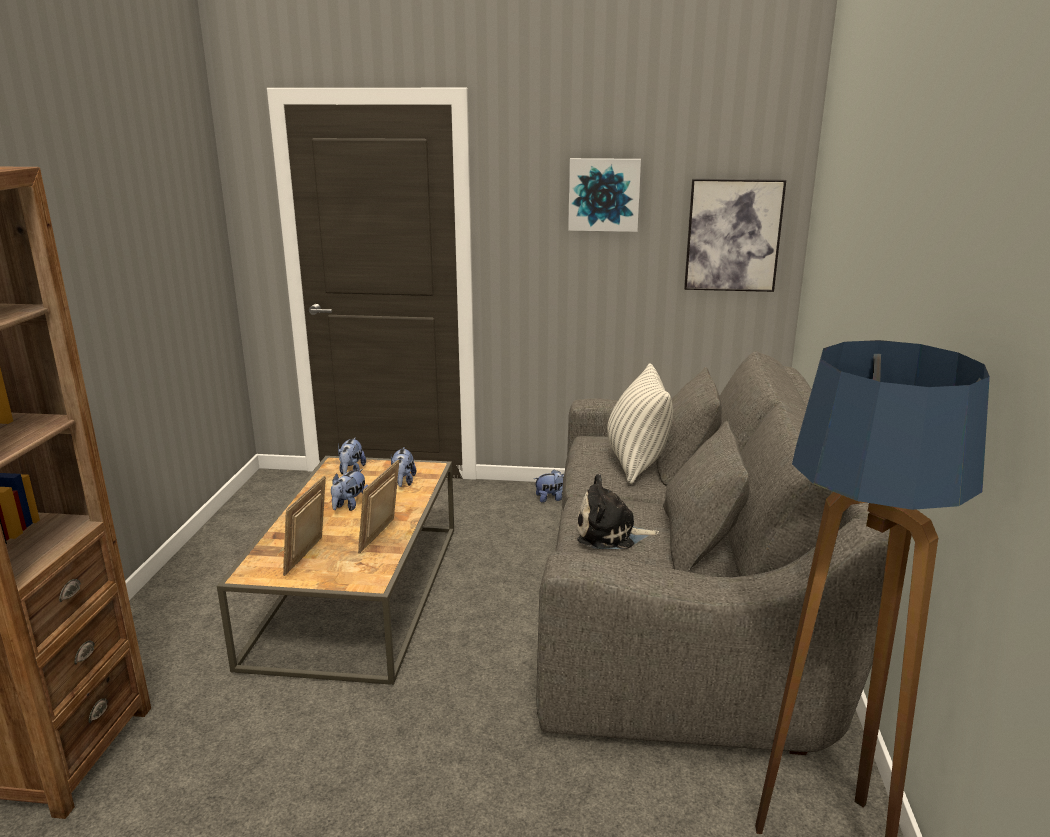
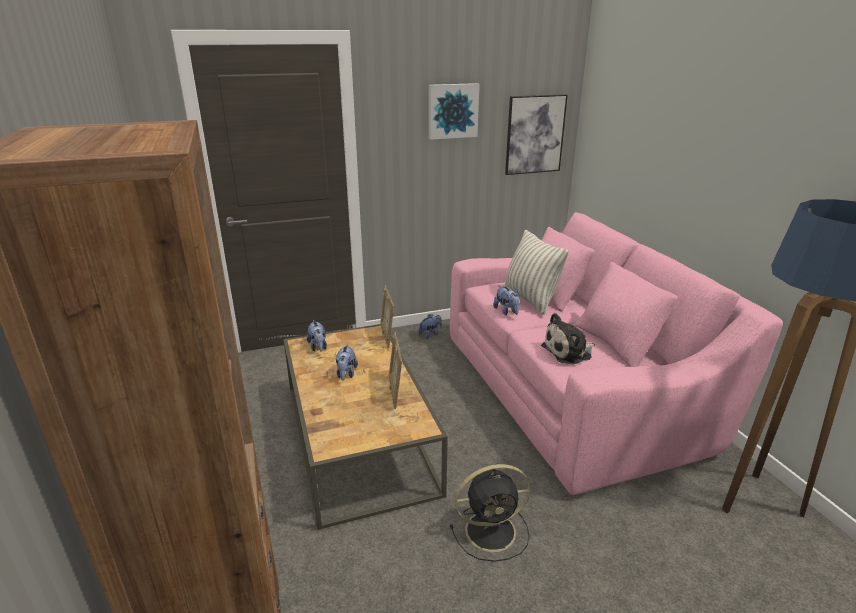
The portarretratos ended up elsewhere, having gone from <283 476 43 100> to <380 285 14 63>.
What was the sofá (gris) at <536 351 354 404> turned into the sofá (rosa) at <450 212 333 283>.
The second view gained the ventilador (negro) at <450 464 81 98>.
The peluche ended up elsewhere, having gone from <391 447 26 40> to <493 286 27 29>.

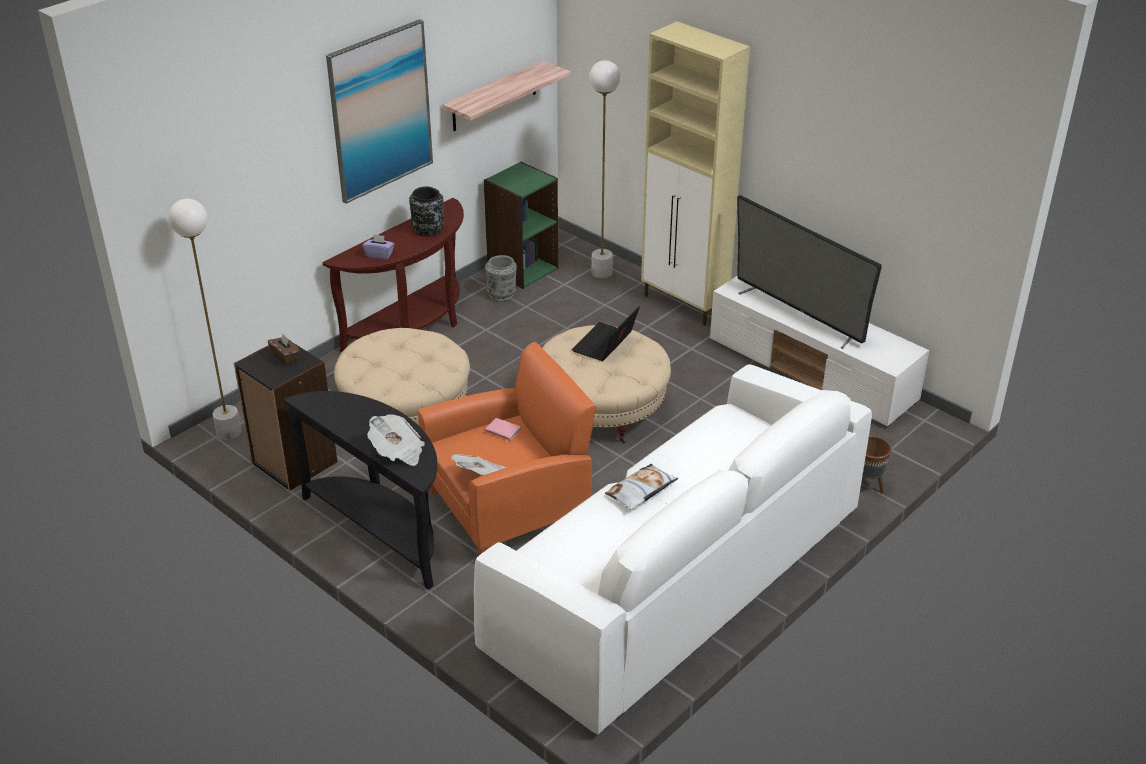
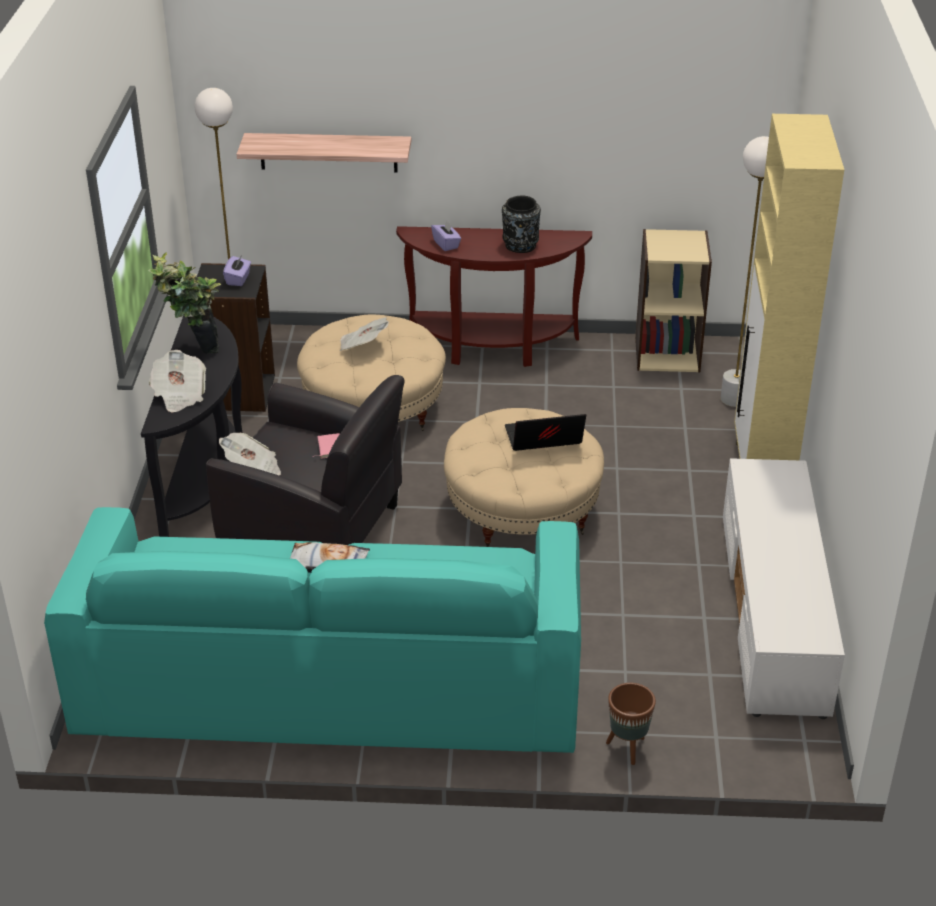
What was the sofá (blanco) at <474 364 398 370> turned into the sofá (turquesa) at <44 507 537 246>.
The second view gained the planta en maceta at <148 252 73 102>.
What was the sillón (naranja) at <418 342 178 214> turned into the sillón (negro) at <206 375 199 170>.
What was the caja de pañuelos (marrón) at <268 334 32 31> turned into the caja de pañuelos (morado) at <223 255 28 31>.
The estante ended up elsewhere, having gone from <443 61 128 70> to <237 133 174 40>.
The second view gained the periódico at <340 317 49 34>.
What was the estantería (verde) at <484 162 74 127> turned into the estantería (beis) at <635 229 77 143>.
The second view lost the cuadro at <326 19 107 185>.
The second view lost the florero (gris) at <485 255 32 46>.
The second view lost the televisor at <737 195 145 154>.

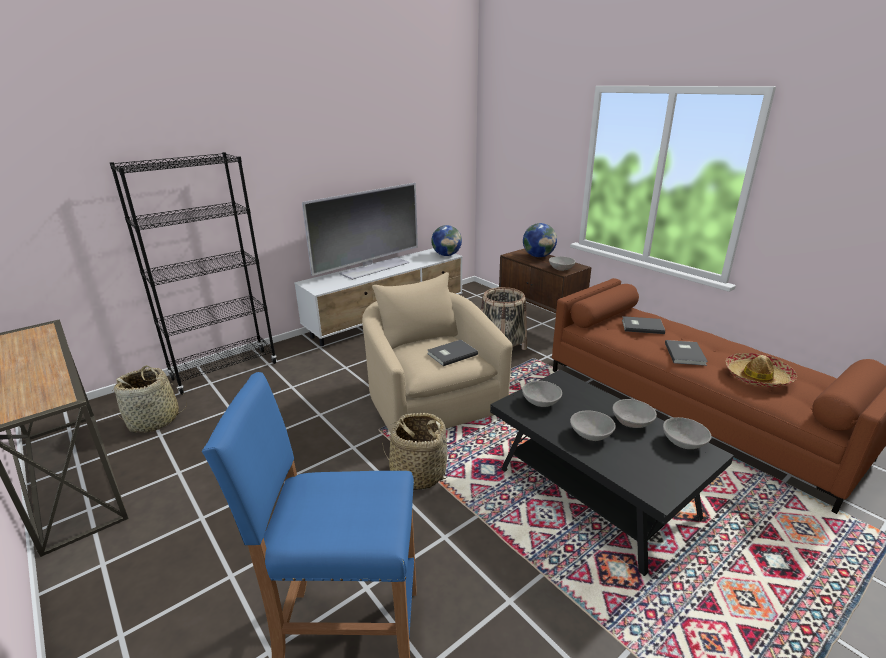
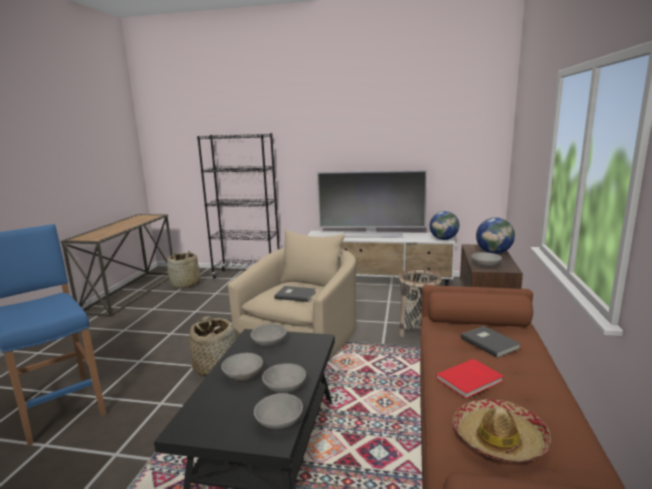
What was the libro (gris) at <665 340 43 26> turned into the libro (rojo) at <436 359 68 40>.

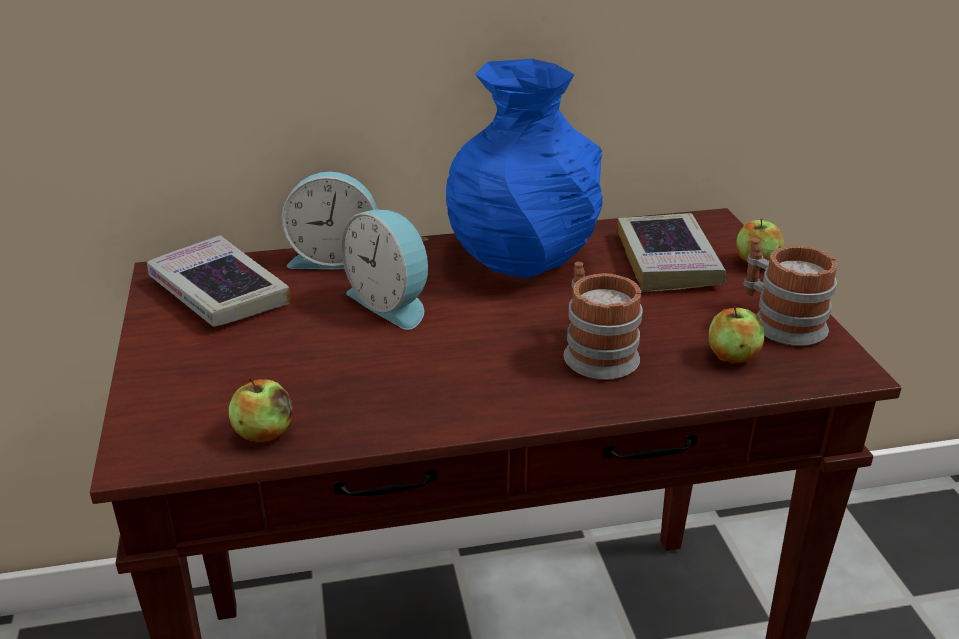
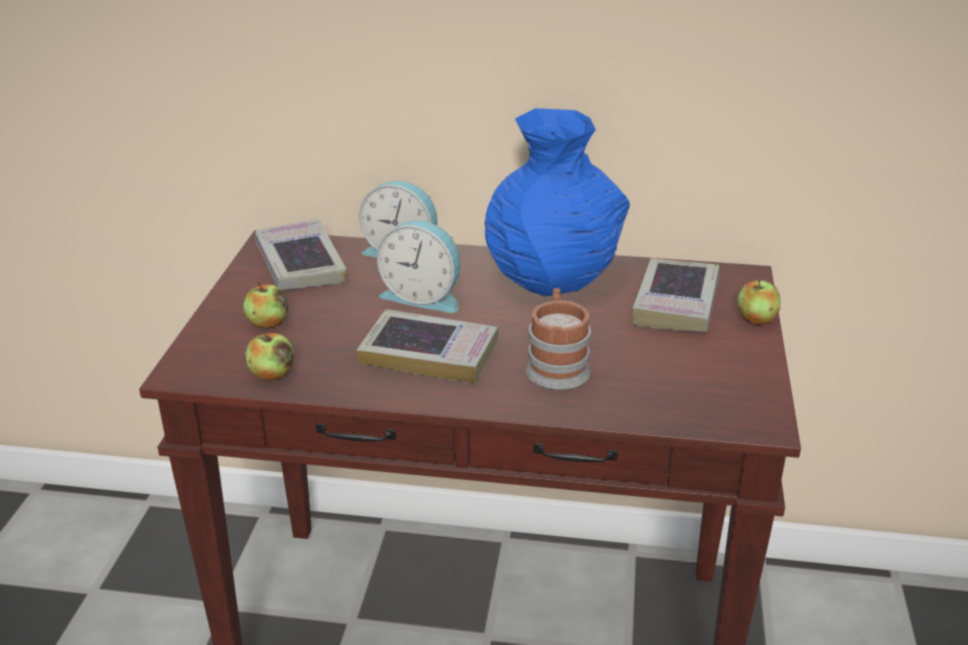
The manzana ended up elsewhere, having gone from <709 306 55 58> to <243 282 45 47>.
The second view gained the libro at <357 309 142 75>.
The despertador at <342 210 86 120> ended up facing another way, 45 degrees counterclockwise from before.
The second view lost the taza grande at <744 238 93 108>.

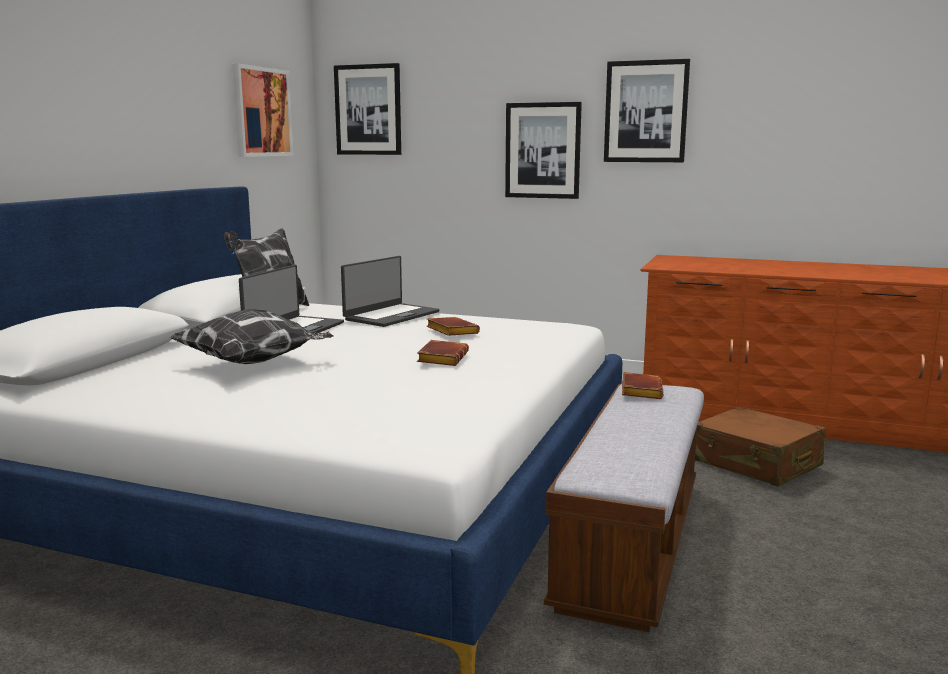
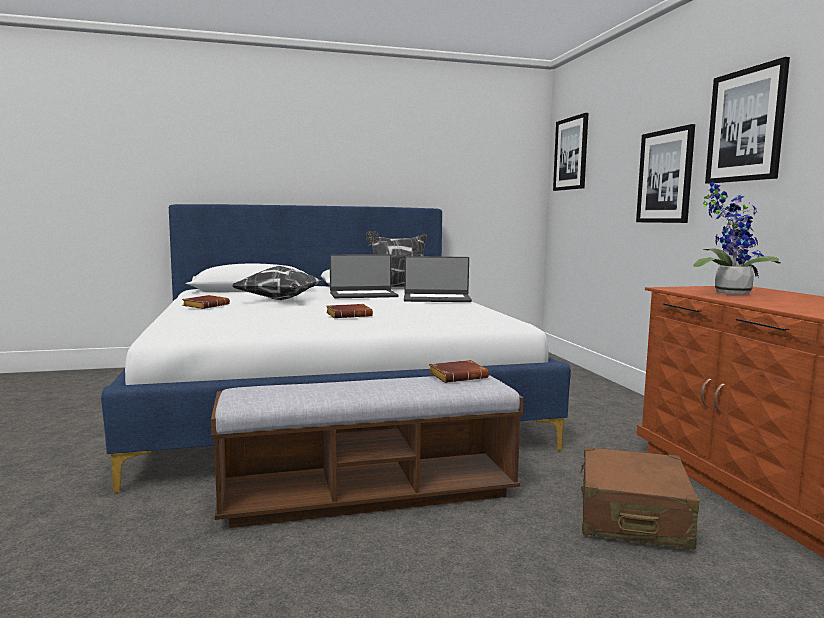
The libro (marrón) ended up elsewhere, having gone from <427 317 53 19> to <182 295 48 14>.
The second view gained the planta en maceta at <693 182 88 113>.
The second view lost the cuadro at <232 63 61 94>.

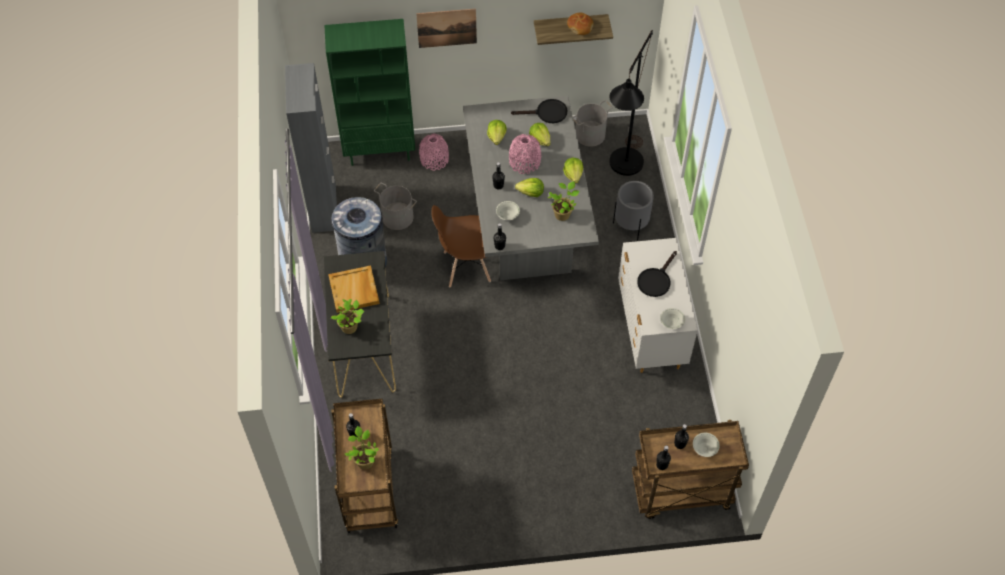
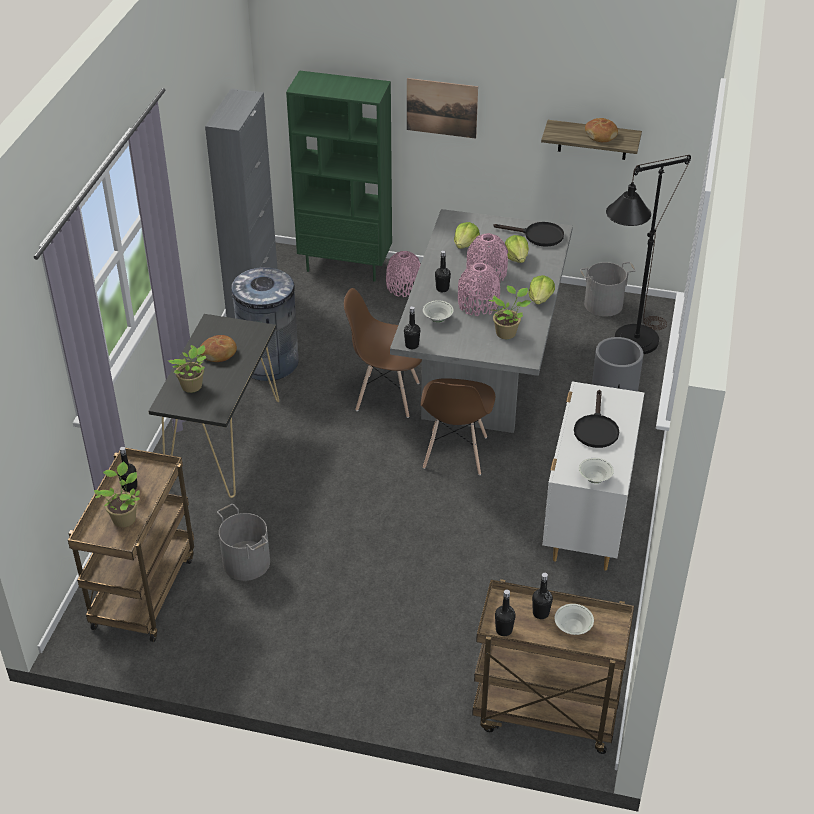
Where the bandeja (beis) stood at <328 265 52 48>, the pan came to stand at <200 335 37 27>.
The cubo (gris) ended up elsewhere, having gone from <374 183 43 47> to <217 504 53 77>.
The second view gained the silla (marrón) at <421 378 74 97>.
Where the lechuga stood at <515 178 29 19>, the florero (rosa) came to stand at <458 262 43 54>.
The sartén (negro) at <637 251 40 46> ended up facing another way, 45 degrees counterclockwise from before.

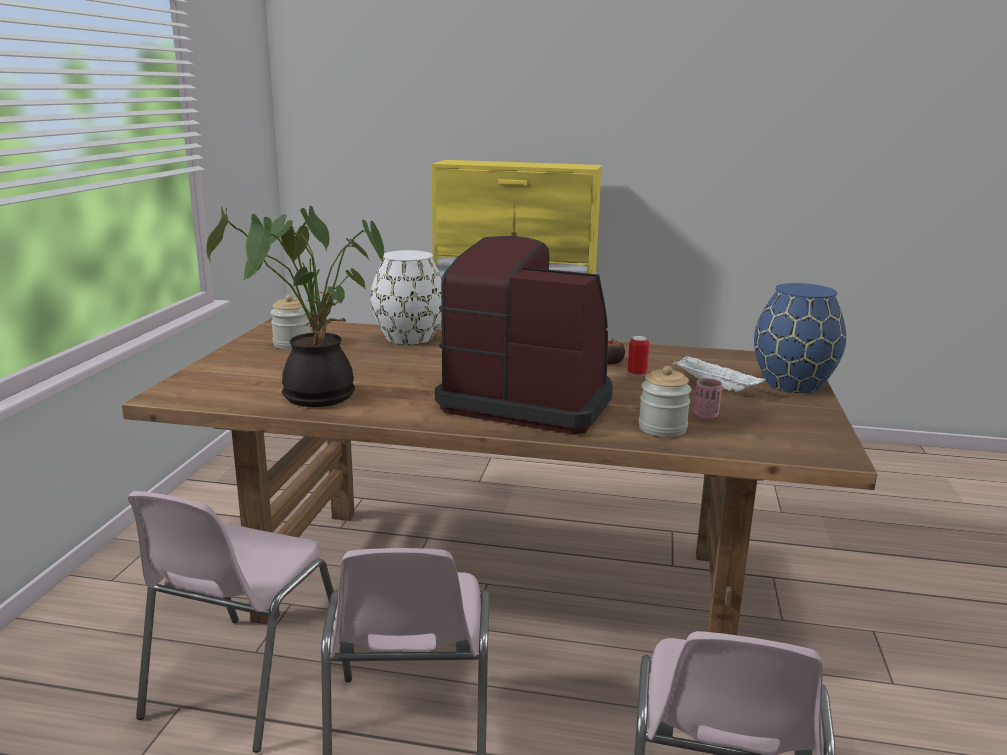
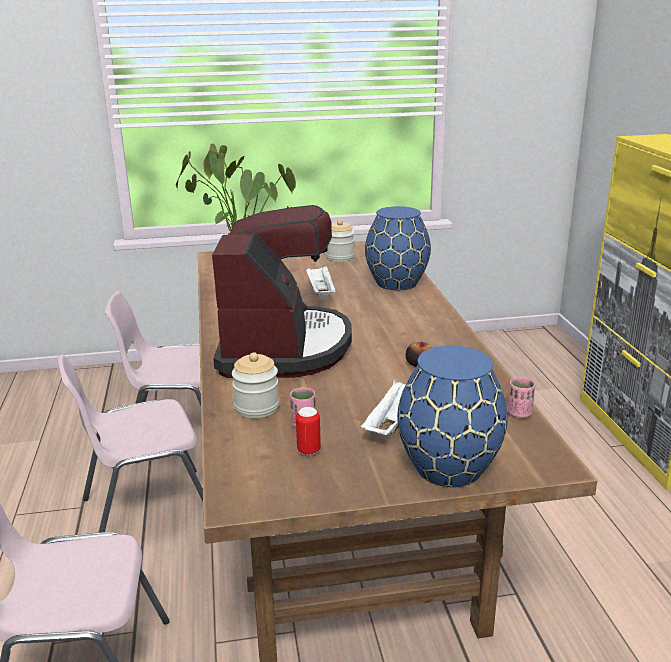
The lata ended up elsewhere, having gone from <628 336 21 40> to <296 407 25 48>.
The second view gained the bandeja (blanco) at <306 266 29 31>.
What was the florero (blanco) at <371 250 71 95> turned into the florero (azul) at <365 206 66 84>.
The second view gained the taza (rosa) at <508 377 27 41>.

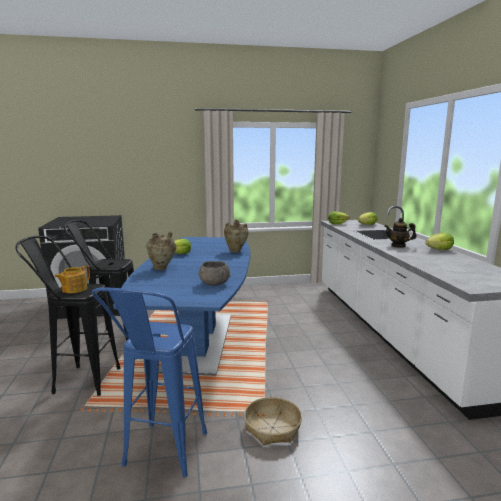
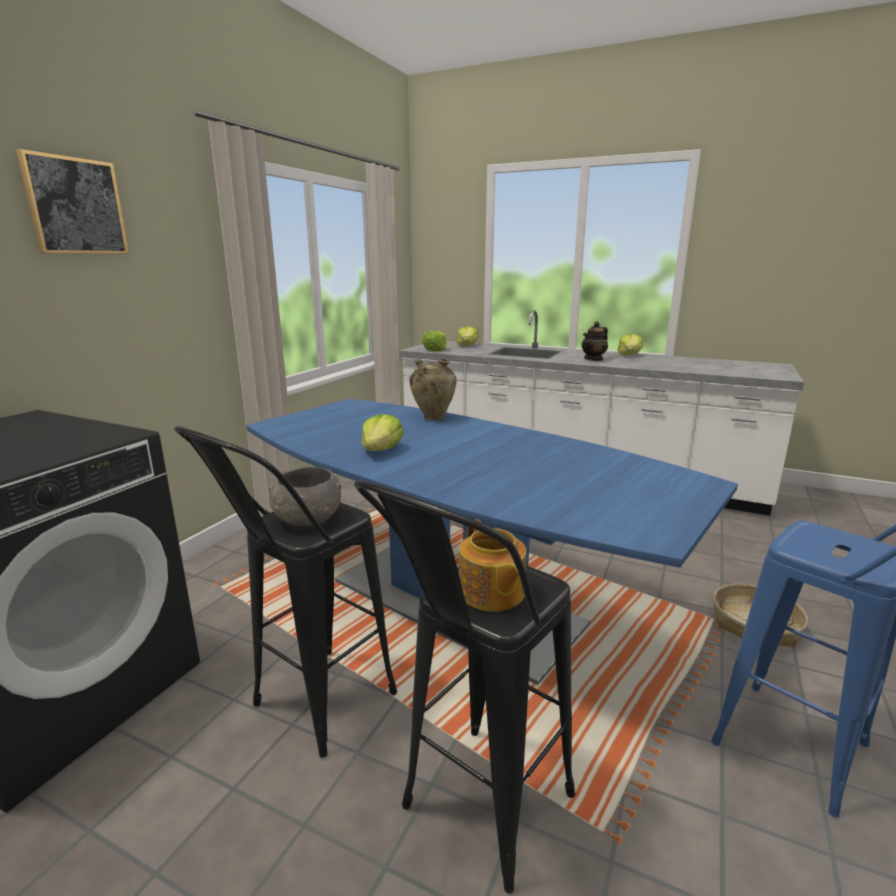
The second view gained the cuadro at <16 149 113 105>.
The cuenco (gris) ended up elsewhere, having gone from <198 261 33 25> to <268 467 73 59>.
The second view lost the florero (beis) at <146 232 30 38>.

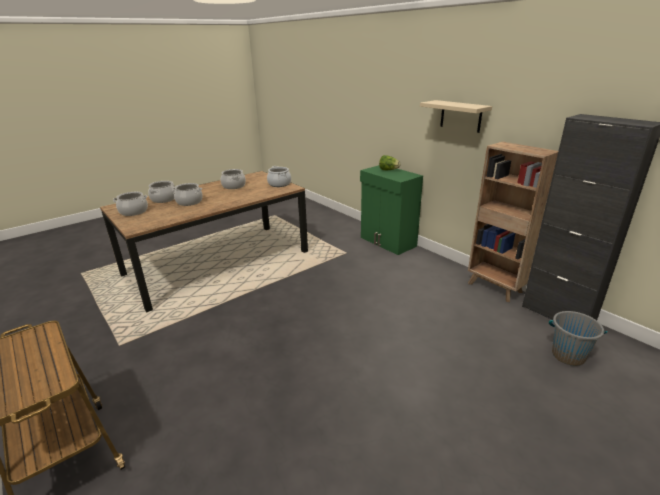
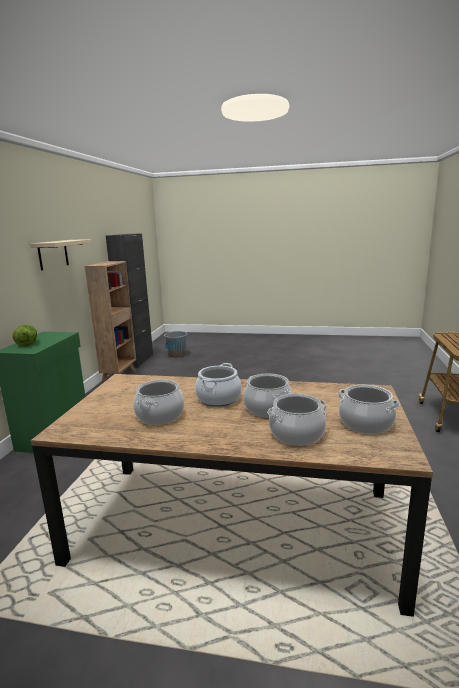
The olla ended up elsewhere, having gone from <267 166 24 21> to <195 363 47 44>.

